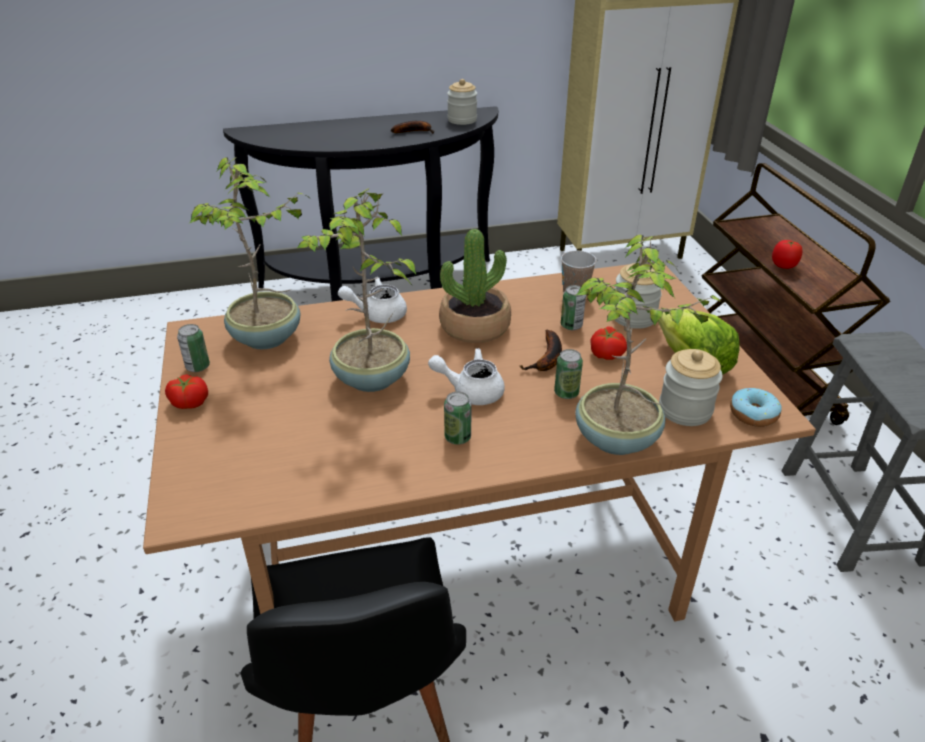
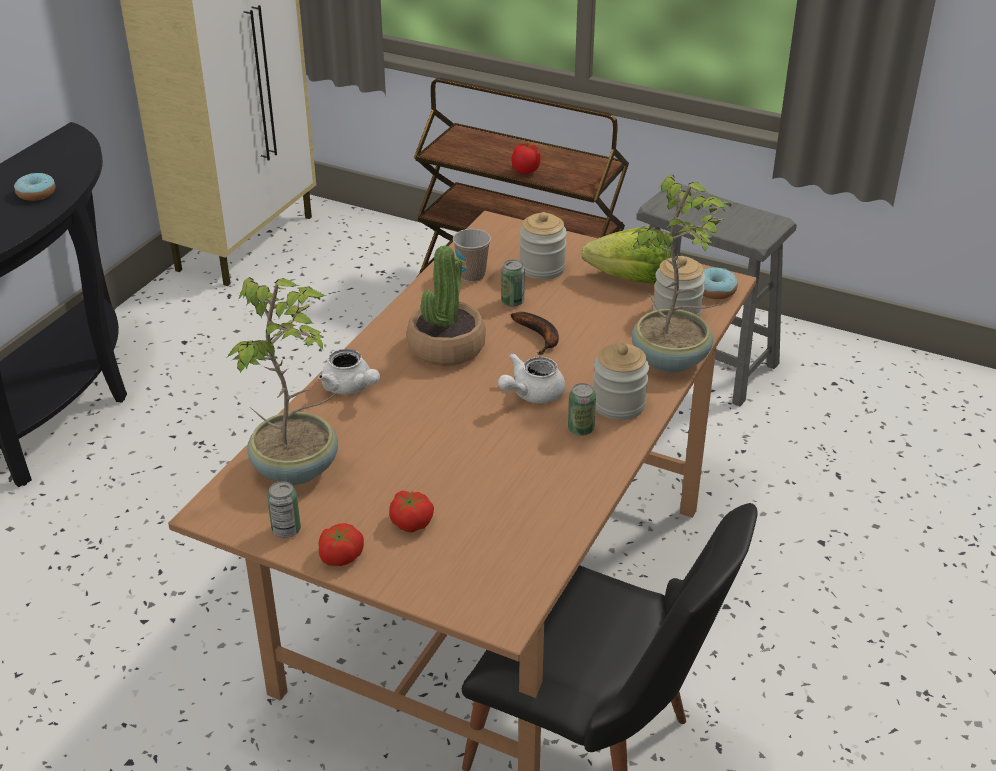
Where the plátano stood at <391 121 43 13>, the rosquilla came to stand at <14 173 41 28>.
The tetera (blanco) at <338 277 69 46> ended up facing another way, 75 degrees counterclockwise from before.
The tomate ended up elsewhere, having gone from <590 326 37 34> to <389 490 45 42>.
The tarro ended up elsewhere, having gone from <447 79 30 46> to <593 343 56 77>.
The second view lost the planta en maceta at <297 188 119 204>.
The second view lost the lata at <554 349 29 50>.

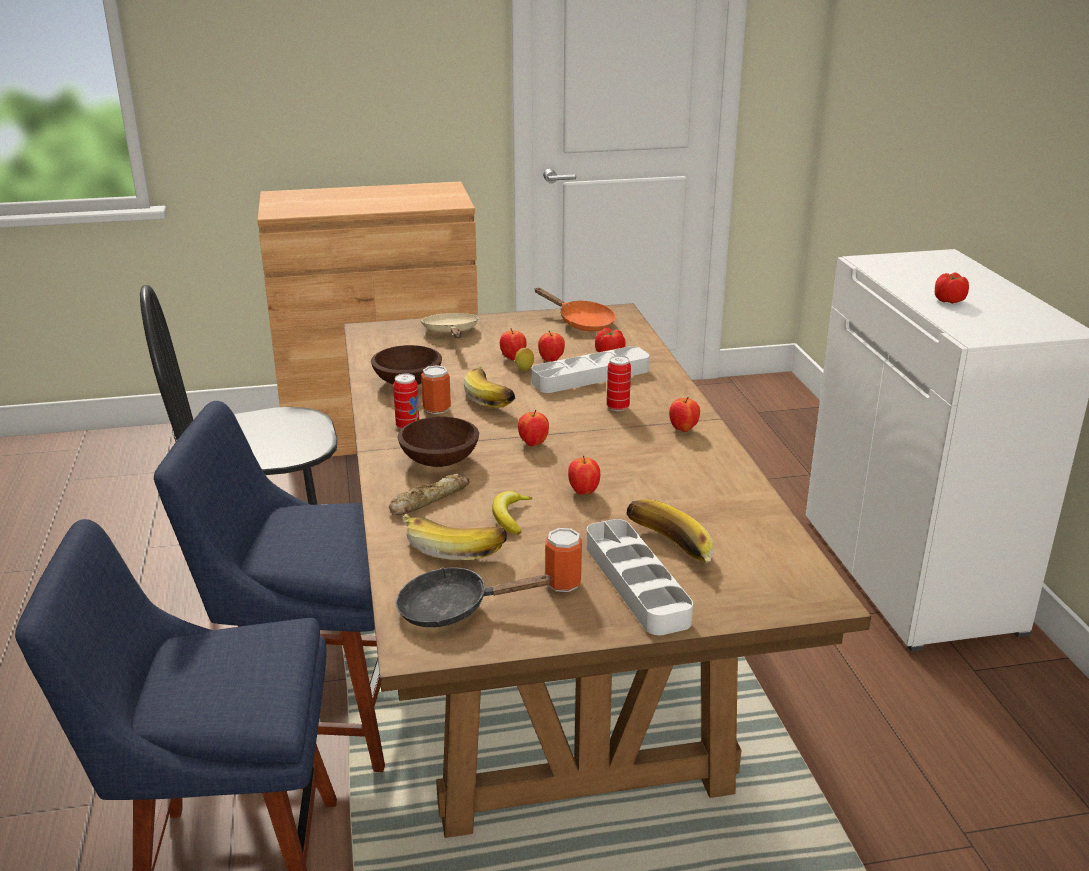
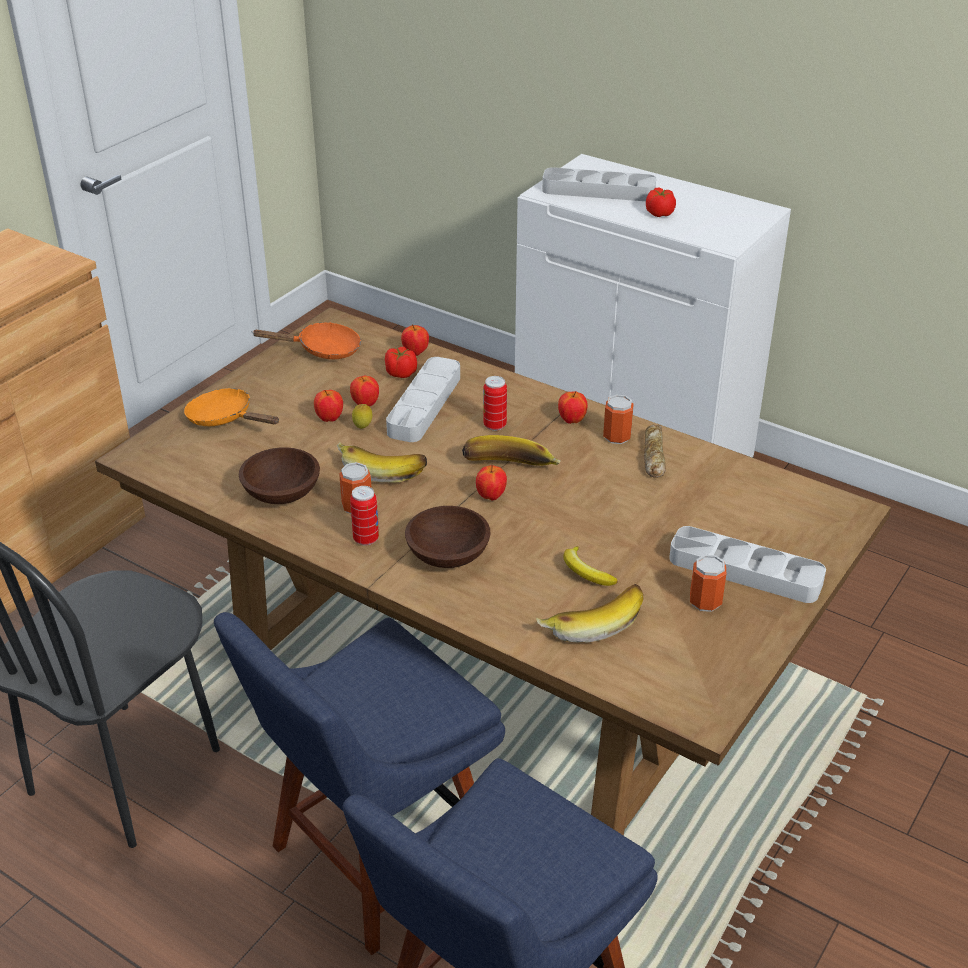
What was the sartén (beis) at <421 313 58 25> turned into the sartén (naranja) at <184 388 95 38>.
The manzana ended up elsewhere, having gone from <568 455 32 40> to <401 324 28 32>.
The plátano ended up elsewhere, having gone from <626 499 88 65> to <462 435 99 31>.
The second view gained the bandeja (gris) at <542 167 114 34>.
The second view gained the lata at <603 394 31 50>.
The pan ended up elsewhere, having gone from <389 474 80 41> to <644 425 22 53>.
The second view lost the sartén (negro) at <396 567 157 60>.

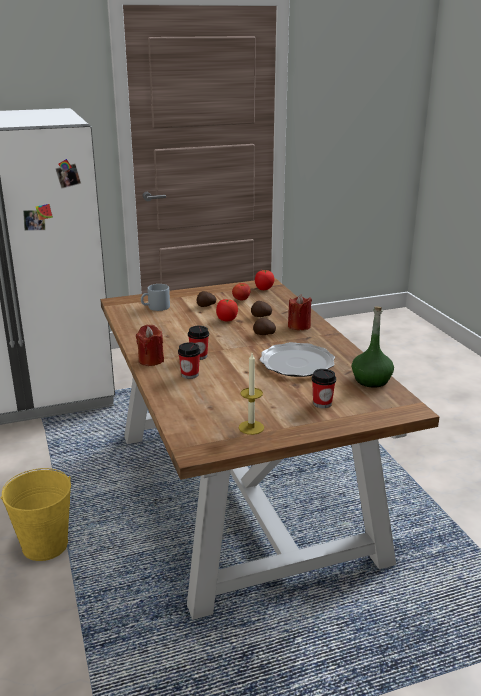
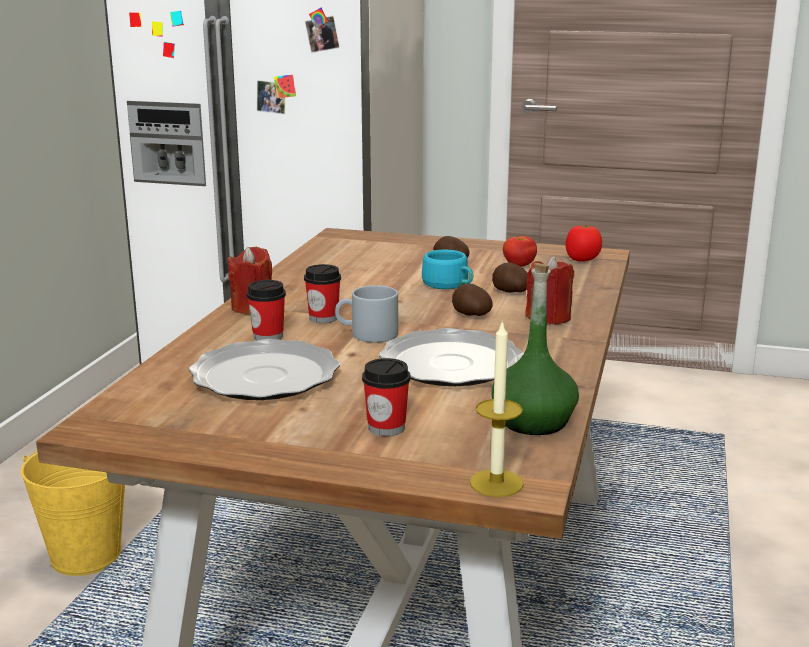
The second view gained the plato at <189 339 151 61>.
The taza grande (gris) ended up elsewhere, having gone from <141 284 29 27> to <335 285 63 58>.
Where the tomate stood at <216 299 22 22>, the taza (turquesa) came to stand at <422 250 51 39>.
The vela ended up elsewhere, having gone from <239 353 25 82> to <470 320 54 177>.

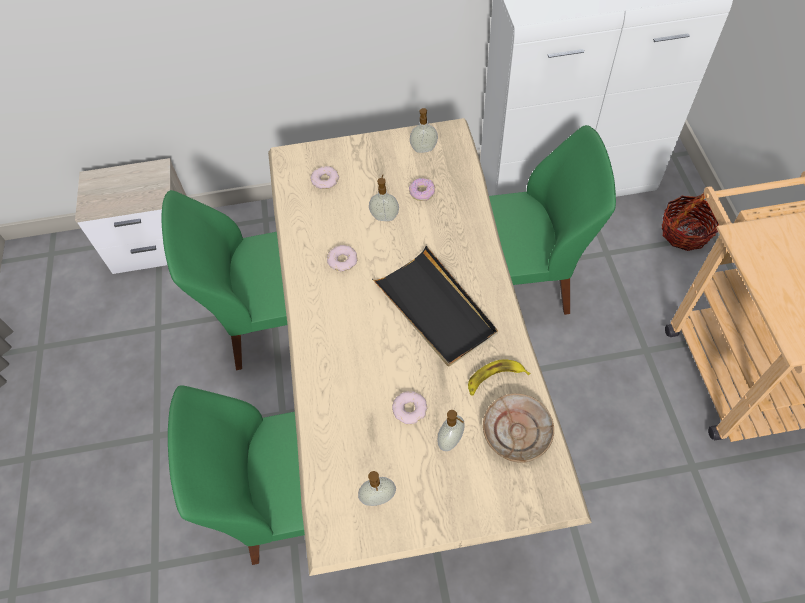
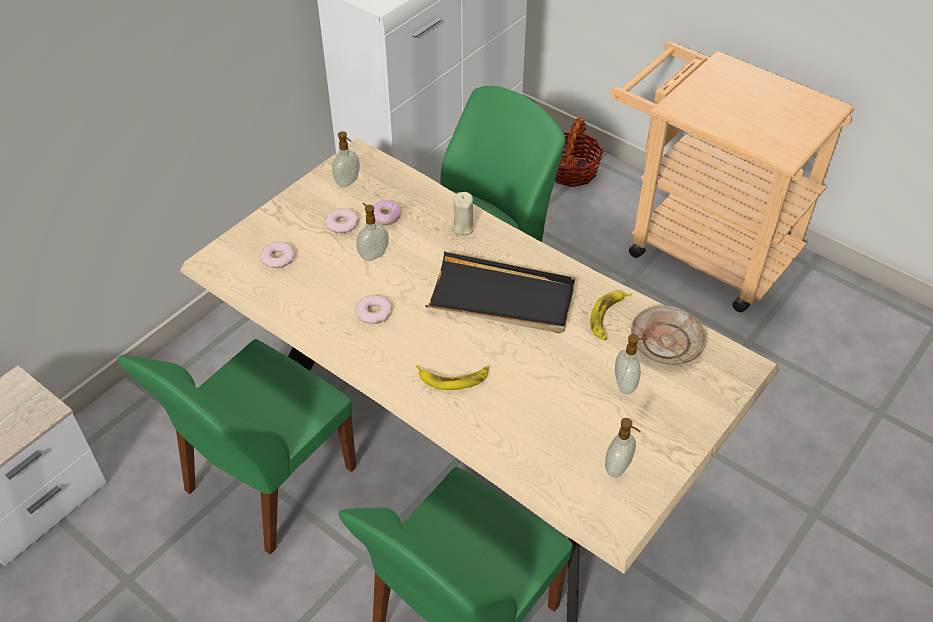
The rosquilla ended up elsewhere, having gone from <392 391 36 33> to <325 208 34 25>.
The second view gained the plátano at <416 365 73 25>.
The second view gained the vela (beis) at <451 192 24 43>.

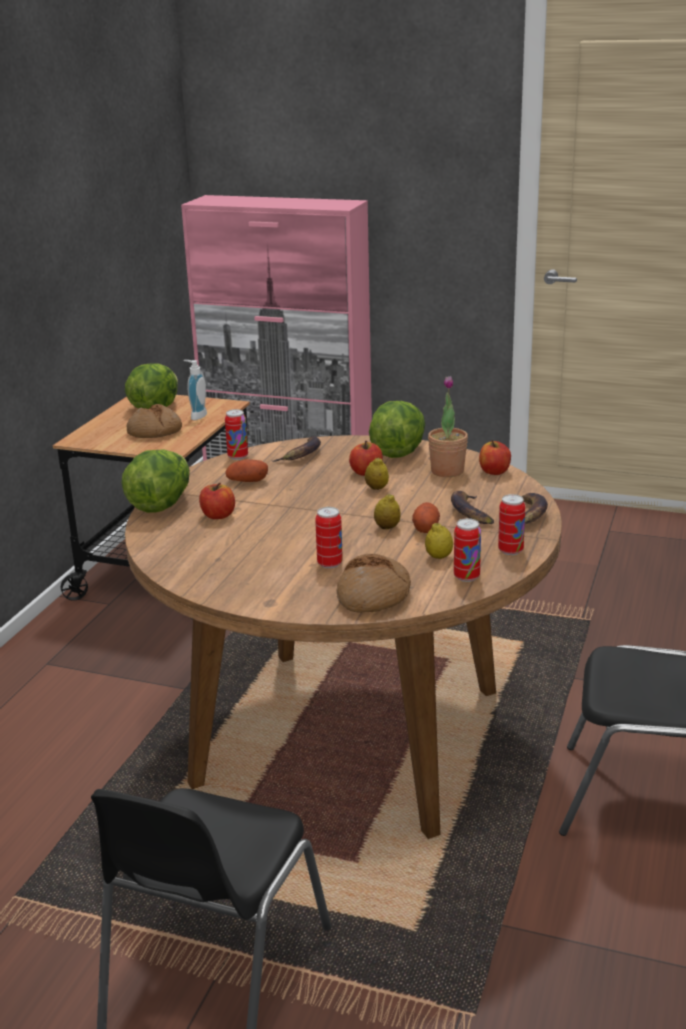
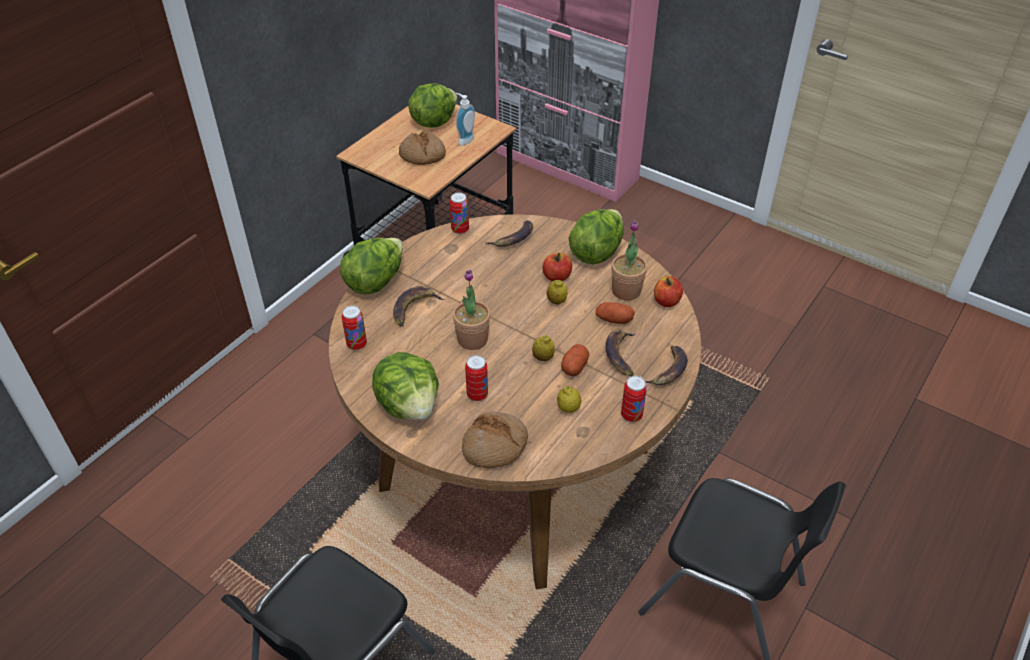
The lata ended up elsewhere, having gone from <454 518 27 64> to <342 305 25 45>.
The second view gained the lechuga at <372 352 67 68>.
Where the manzana stood at <199 482 36 37>, the plátano came to stand at <393 286 51 40>.
The second view gained the planta en maceta at <453 270 37 80>.
The patata ended up elsewhere, having gone from <225 459 43 23> to <596 302 39 22>.

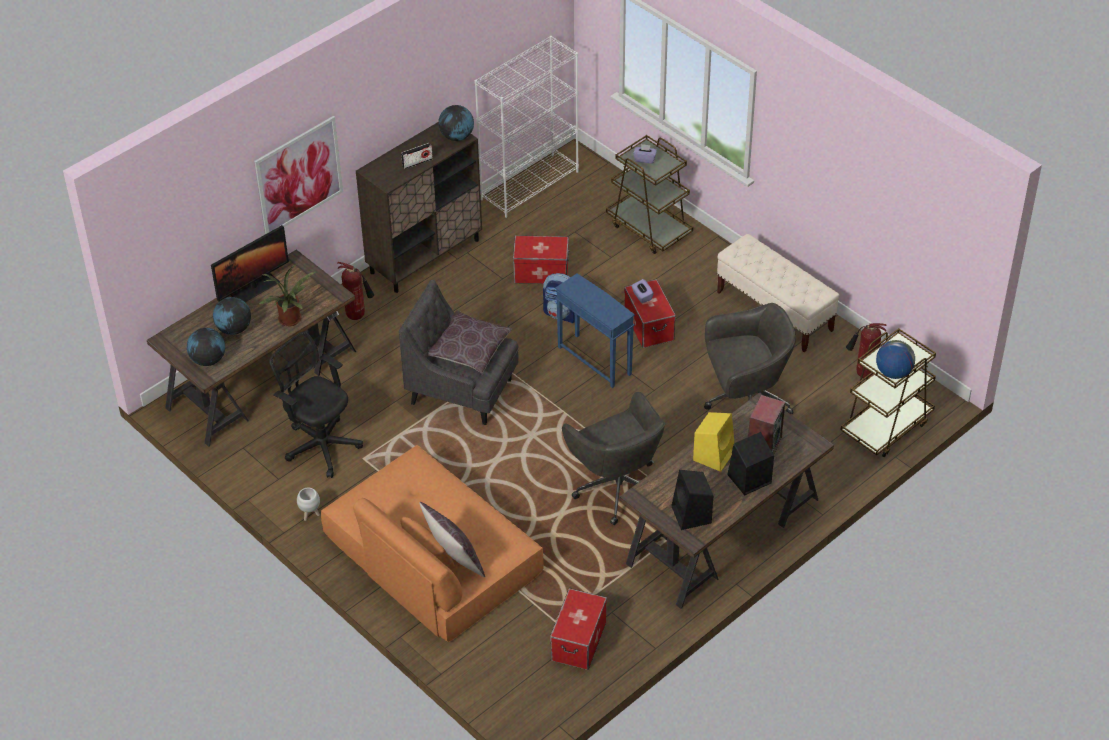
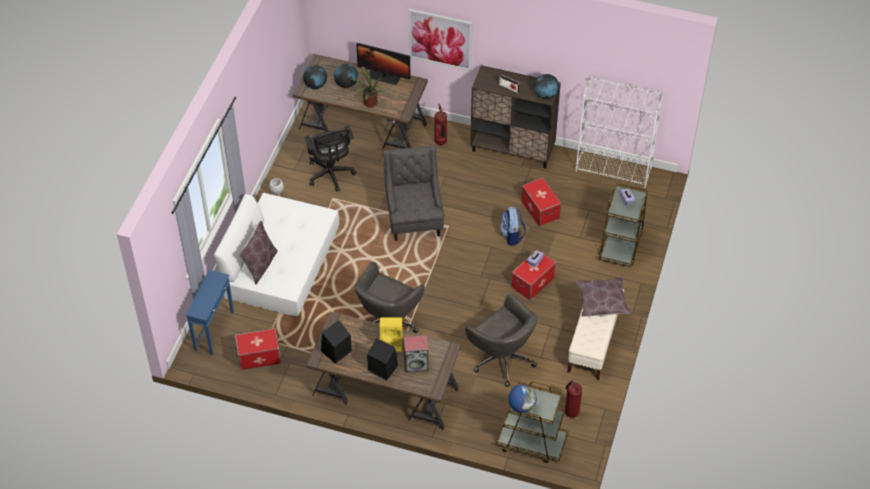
The mesa auxiliar (azul) ended up elsewhere, having gone from <555 274 80 114> to <186 270 48 85>.
What was the sofá (naranja) at <321 445 222 197> turned into the sofá (blanco) at <214 193 125 123>.
The silla de oficina (negro) at <269 332 94 146> ended up facing another way, 150 degrees clockwise from before.
The cojín (marrón) ended up elsewhere, having gone from <428 310 84 63> to <576 278 54 39>.

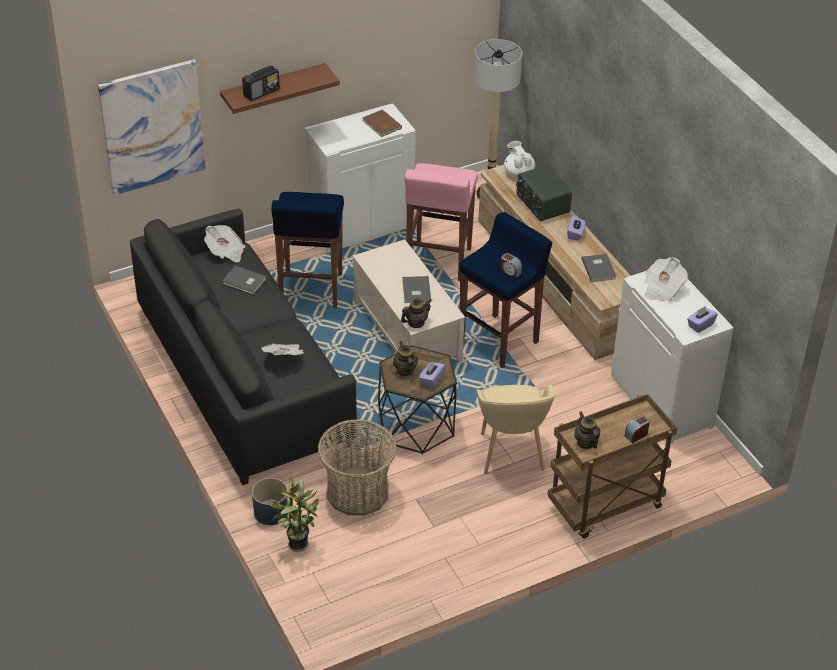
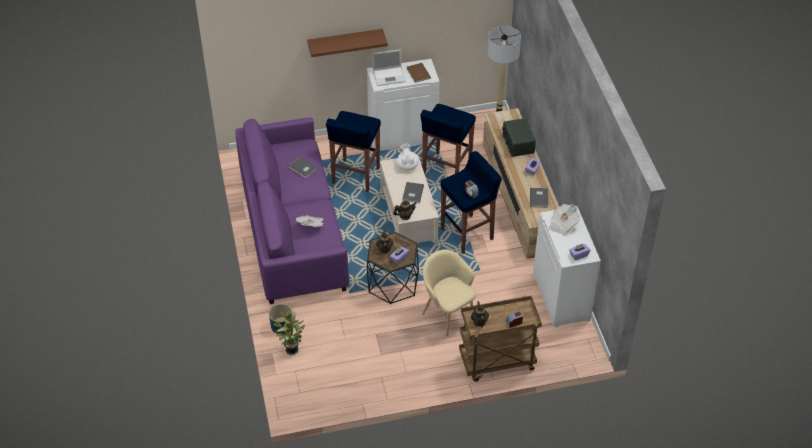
What was the sofá (negro) at <130 209 227 276> turned into the sofá (morado) at <235 118 115 186>.
The second view gained the portátil at <372 49 34 37>.
The tetera (blanco) ended up elsewhere, having gone from <504 141 31 36> to <397 144 22 26>.
What was the taburete (rosa) at <405 163 73 118> turned into the taburete (azul) at <420 104 56 70>.
The sillón (beis) at <477 385 78 89> ended up facing another way, 135 degrees clockwise from before.
The second view lost the cuadro at <98 59 107 136>.
The second view lost the periódico at <204 225 41 38>.
The second view lost the radio at <242 66 38 35>.
The second view lost the cesta at <318 419 79 97>.

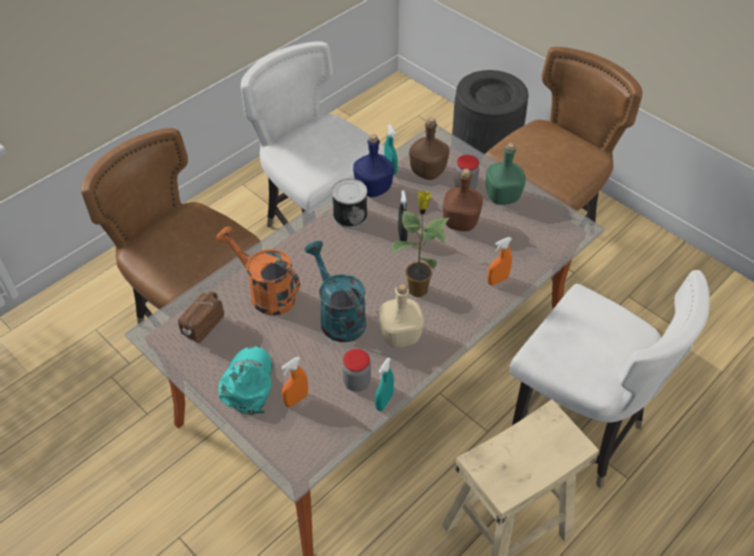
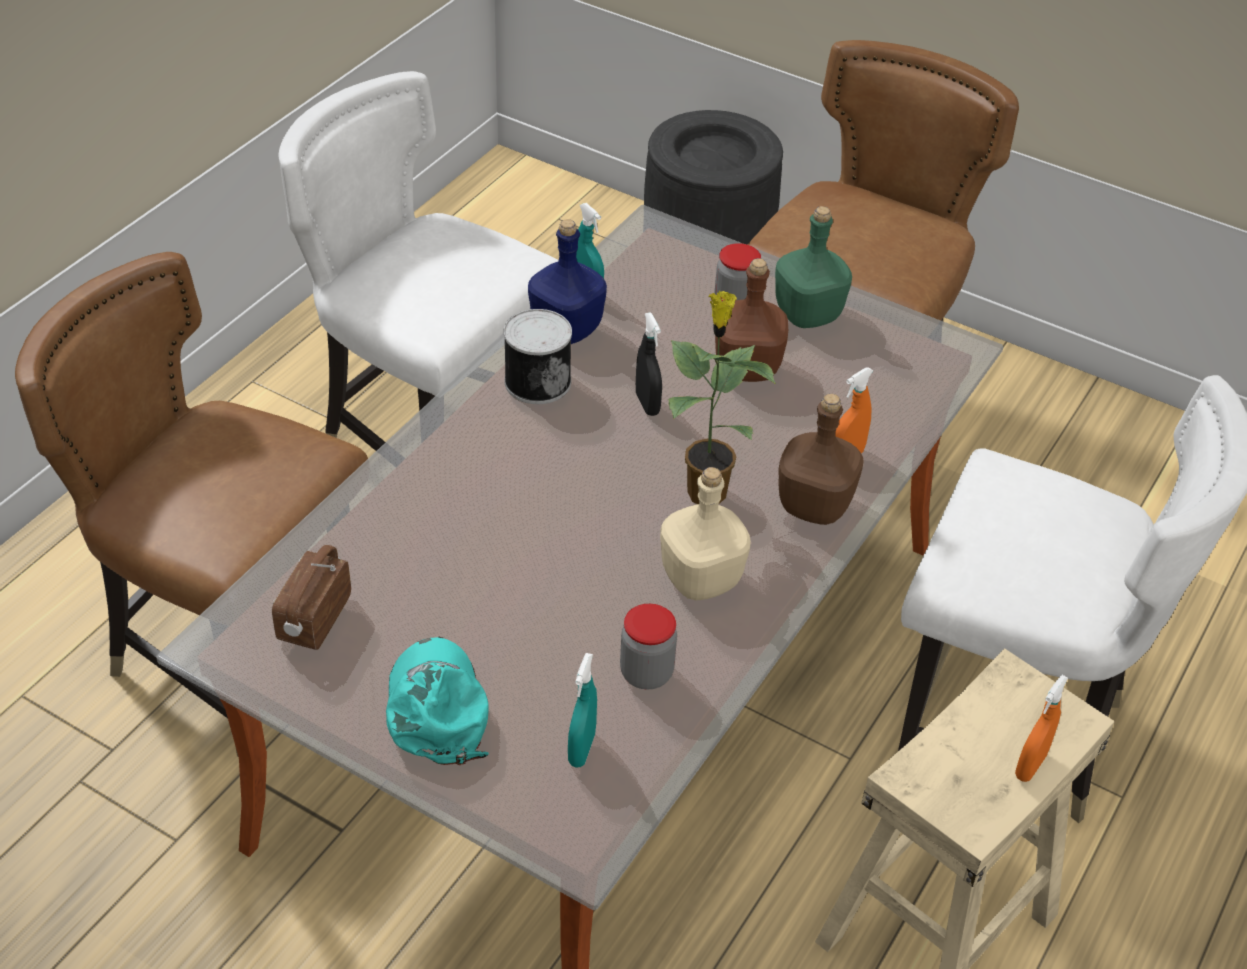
The pulverizador (turquesa) ended up elsewhere, having gone from <375 358 19 53> to <568 653 29 115>.
The botella (marrón) ended up elsewhere, having gone from <409 117 40 63> to <779 394 85 131>.
The pulverizador (naranja) ended up elsewhere, having gone from <281 357 27 50> to <1015 675 53 107>.
The second view lost the regadera (naranja) at <216 226 84 89>.
The second view lost the regadera (turquesa) at <304 241 62 101>.

